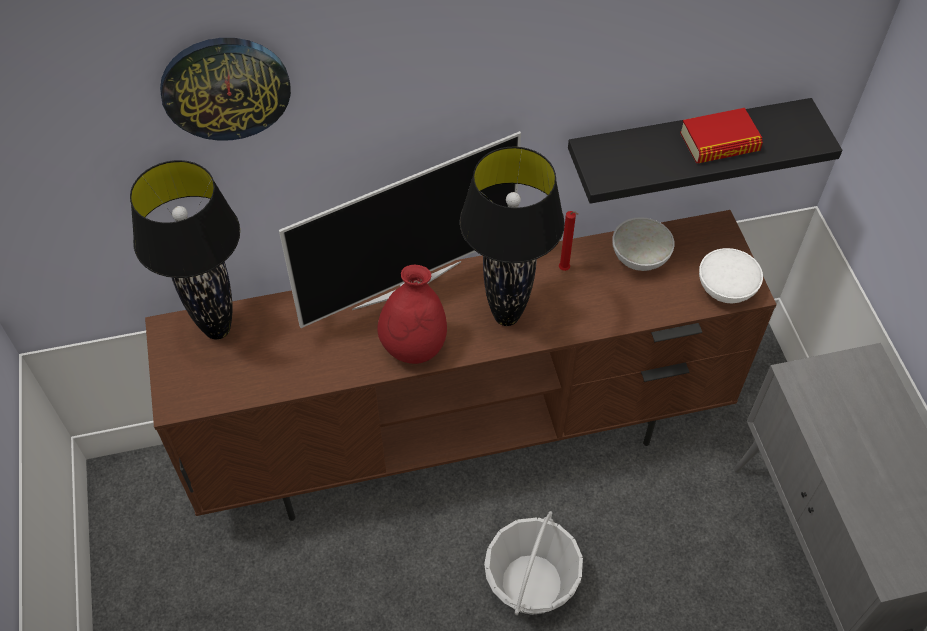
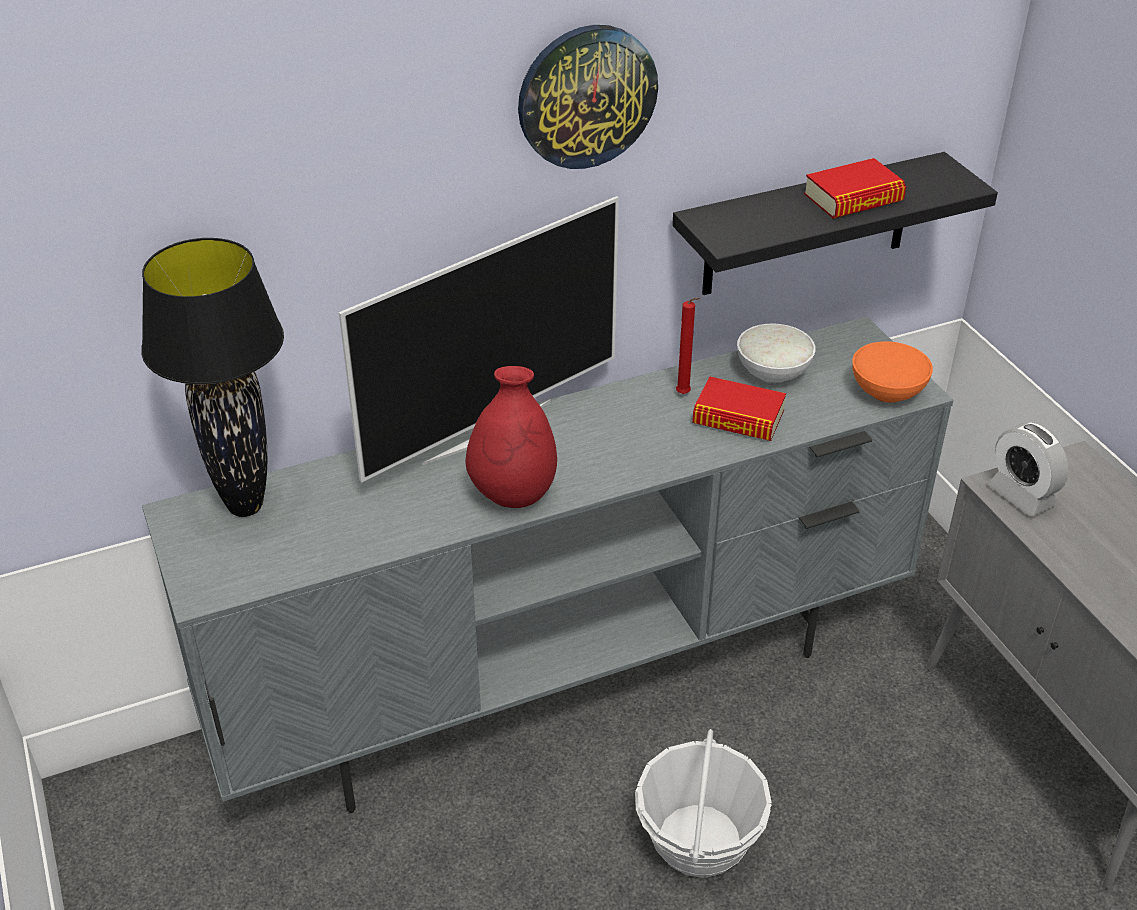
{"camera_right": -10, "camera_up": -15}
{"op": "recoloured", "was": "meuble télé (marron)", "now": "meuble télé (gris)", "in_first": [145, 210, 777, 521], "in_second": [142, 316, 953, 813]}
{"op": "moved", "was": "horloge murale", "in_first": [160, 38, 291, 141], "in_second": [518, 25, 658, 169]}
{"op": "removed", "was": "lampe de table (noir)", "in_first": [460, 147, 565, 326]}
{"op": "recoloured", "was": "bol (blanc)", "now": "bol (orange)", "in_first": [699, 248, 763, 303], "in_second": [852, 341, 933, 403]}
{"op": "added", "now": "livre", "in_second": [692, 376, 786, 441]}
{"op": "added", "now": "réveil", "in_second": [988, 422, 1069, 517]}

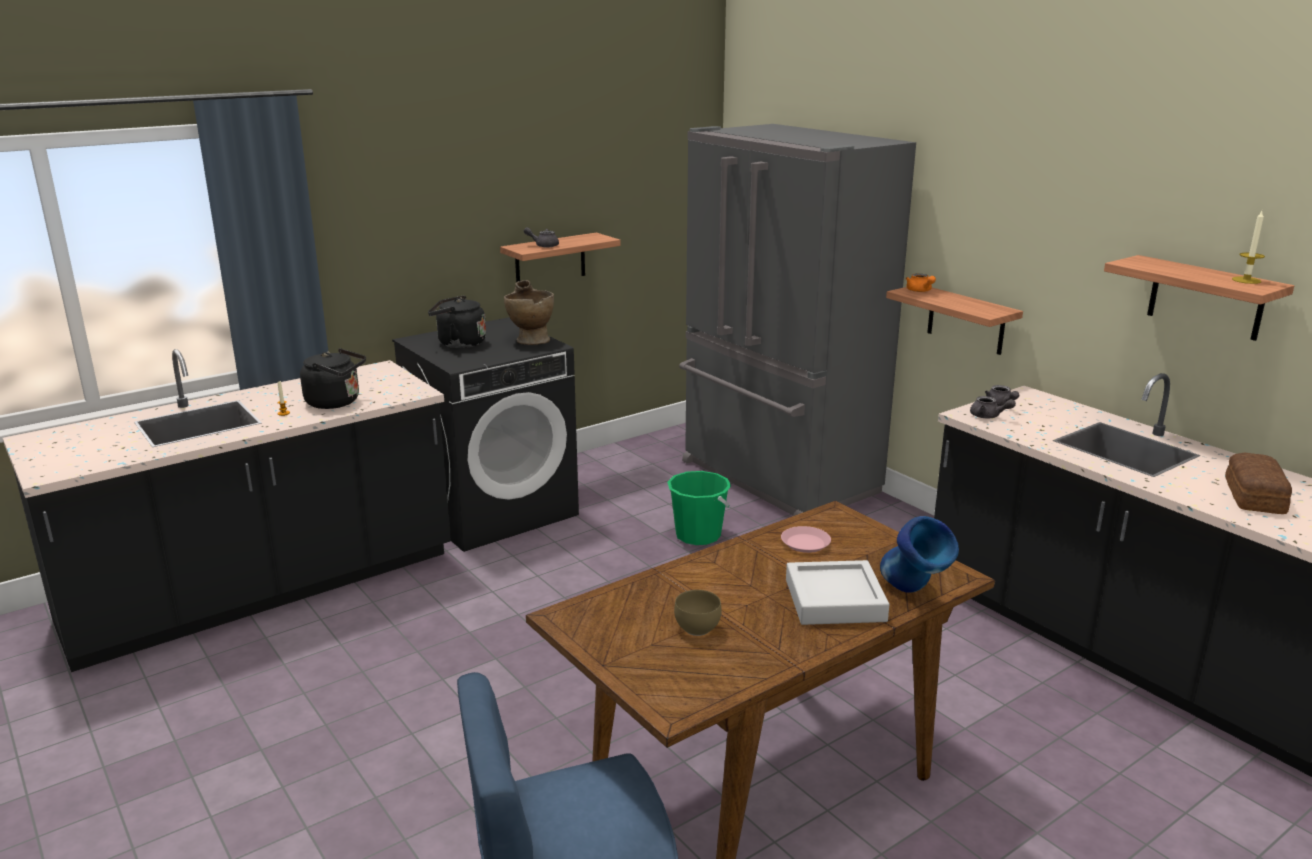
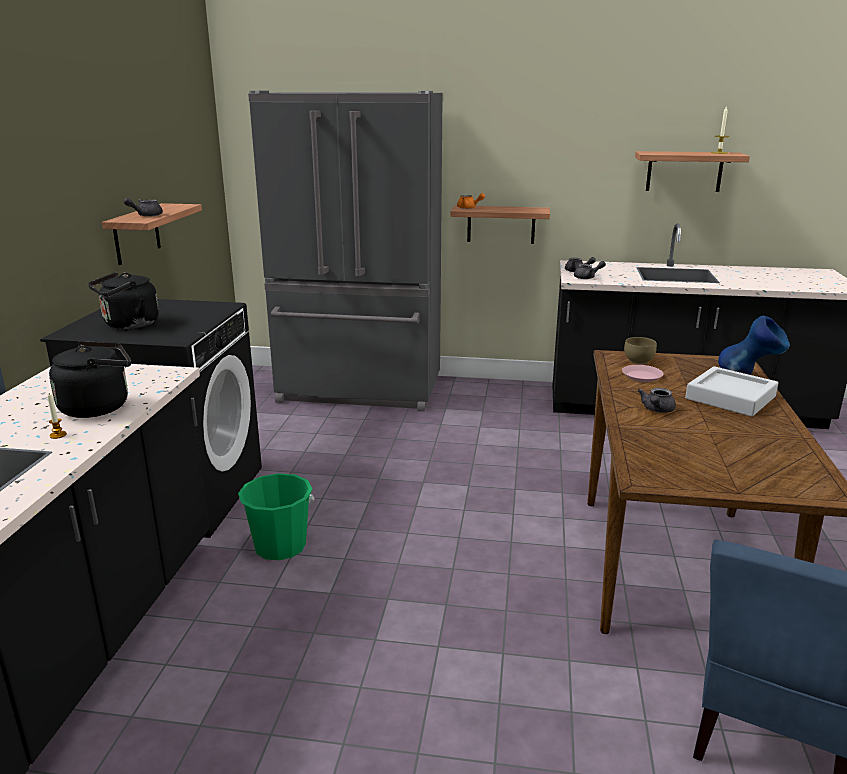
{"camera_right": -45, "camera_up": 0}
{"op": "removed", "was": "vase (beige)", "in_first": [504, 280, 554, 345]}
{"op": "moved", "was": "seau (vert)", "in_first": [667, 471, 731, 545], "in_second": [238, 473, 315, 561]}
{"op": "moved", "was": "bol (marron)", "in_first": [674, 590, 722, 636], "in_second": [624, 337, 657, 364]}
{"op": "removed", "was": "pain", "in_first": [1225, 453, 1292, 514]}
{"op": "added", "now": "théière (gris)", "in_second": [638, 388, 676, 413]}

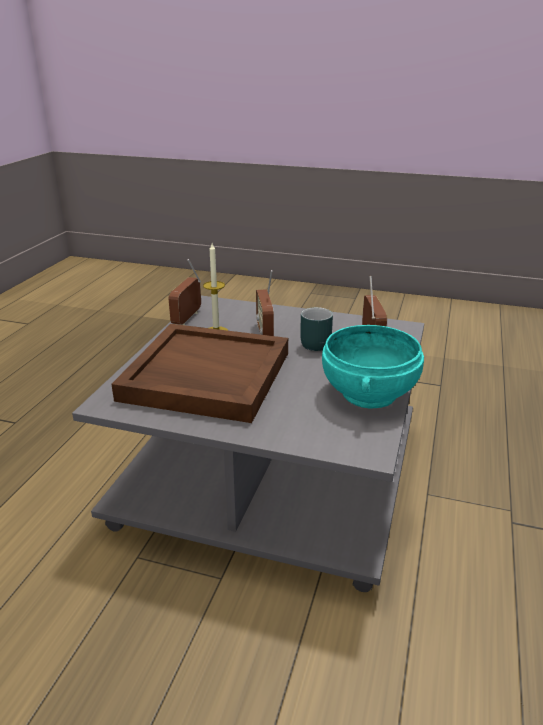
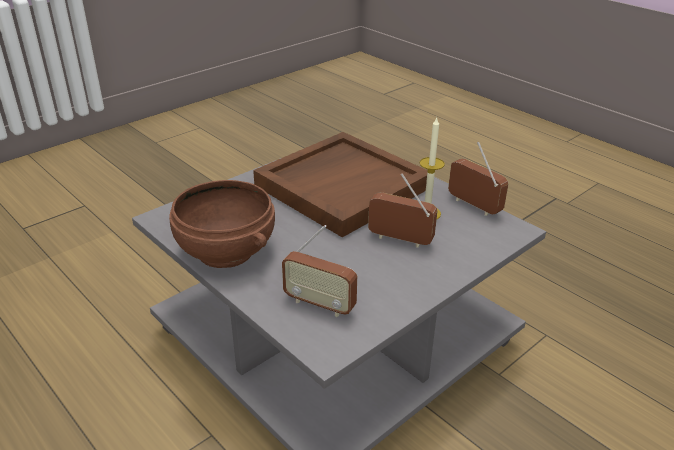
{"camera_right": 120, "camera_up": 5}
{"op": "removed", "was": "mug (turquoise)", "in_first": [300, 307, 333, 351]}
{"op": "recoloured", "was": "bol (turquoise)", "now": "bol (marron)", "in_first": [322, 325, 424, 408], "in_second": [169, 180, 275, 268]}

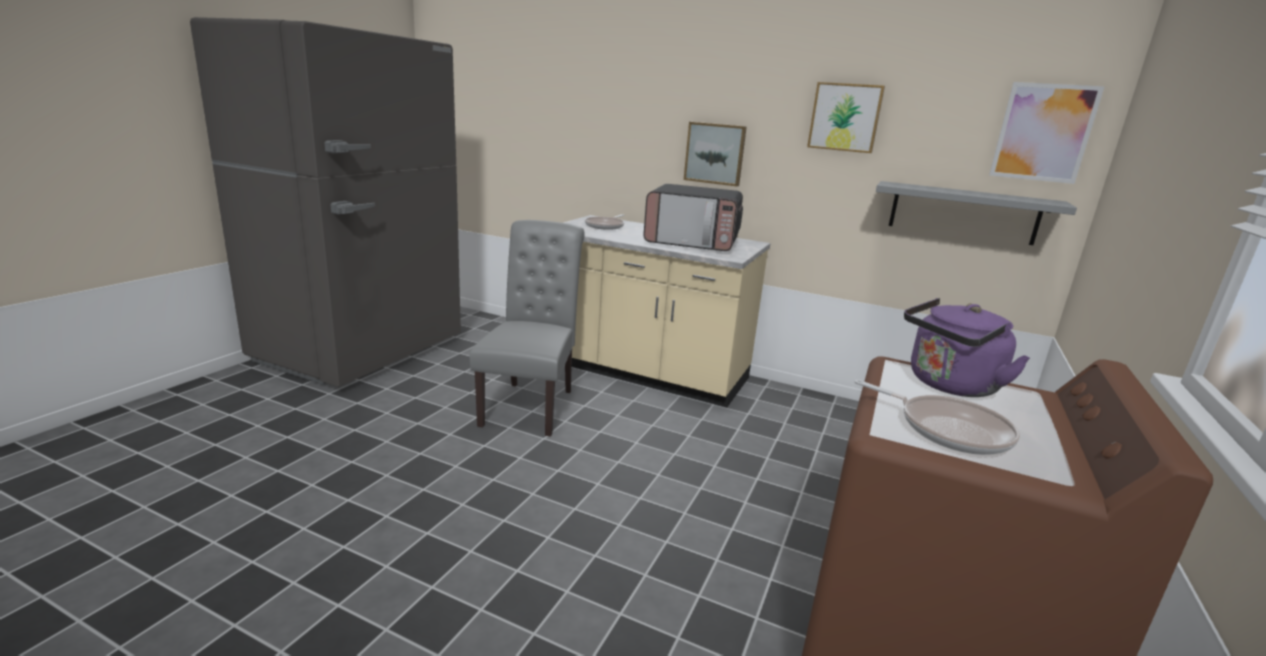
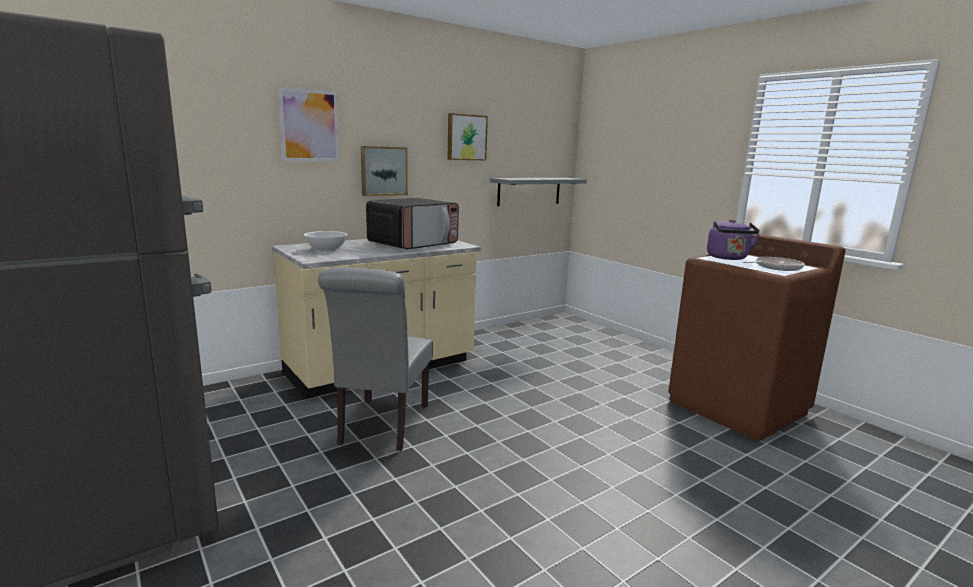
{"camera_right": -60, "camera_up": -5}
{"op": "turned", "was": "chaise (gris)", "in_first": [470, 220, 585, 436], "in_second": [318, 267, 433, 451], "clockwise": -120}
{"op": "replaced", "was": "poêle", "now": "bol (blanc)", "in_first": [585, 214, 625, 230], "in_second": [304, 231, 348, 251]}
{"op": "moved", "was": "tableau", "in_first": [989, 82, 1105, 184], "in_second": [278, 87, 339, 162]}

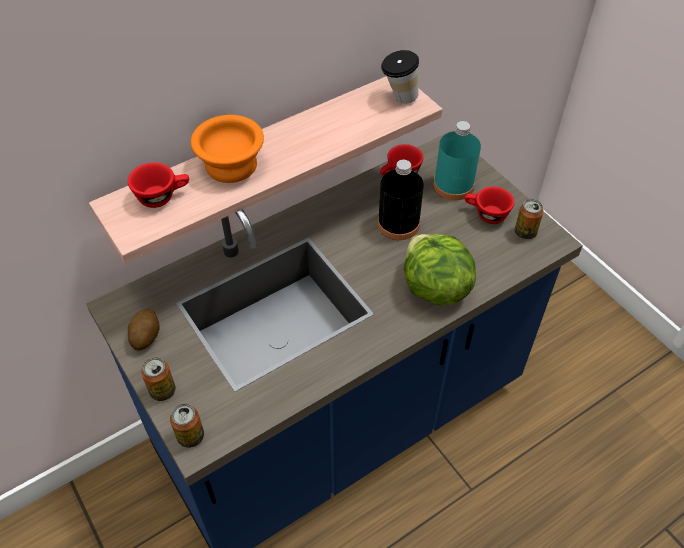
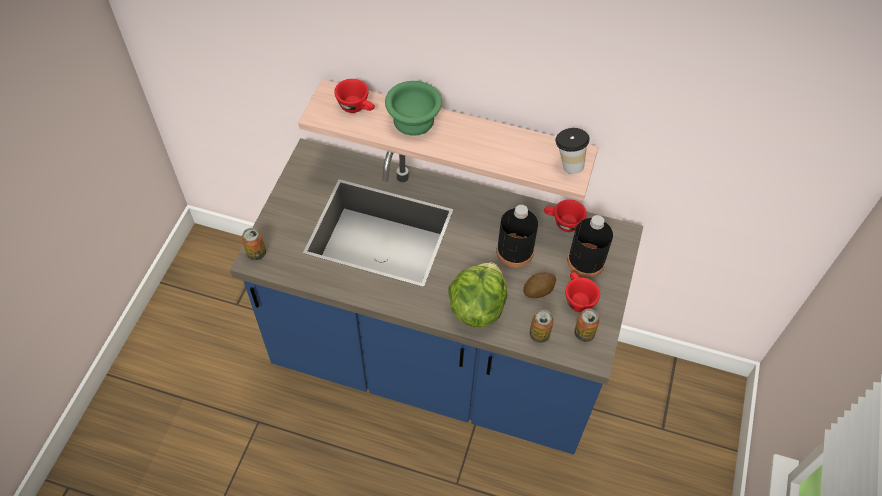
{"camera_right": 50, "camera_up": 5}
{"op": "moved", "was": "pomme de terre", "in_first": [128, 309, 159, 350], "in_second": [524, 272, 556, 298]}
{"op": "moved", "was": "boîte métallique", "in_first": [141, 357, 176, 401], "in_second": [530, 310, 554, 343]}
{"op": "recoloured", "was": "bol (orange)", "now": "bol (vert)", "in_first": [191, 115, 264, 183], "in_second": [385, 81, 442, 136]}
{"op": "recoloured", "was": "bouteille (turquoise)", "now": "bouteille (noir)", "in_first": [433, 121, 481, 201], "in_second": [567, 215, 613, 278]}

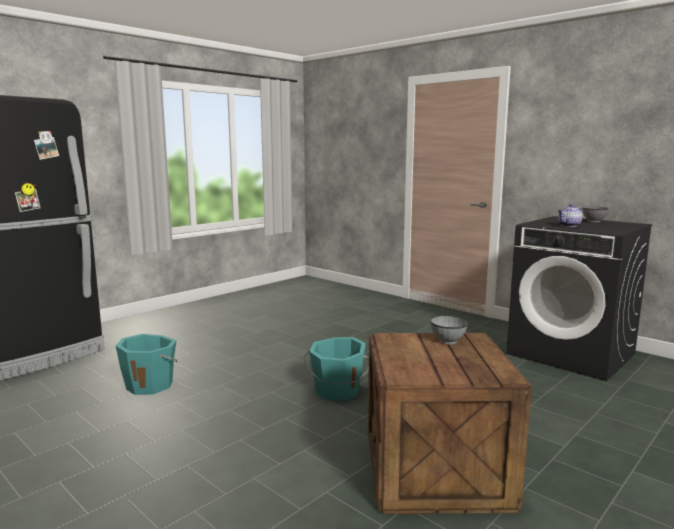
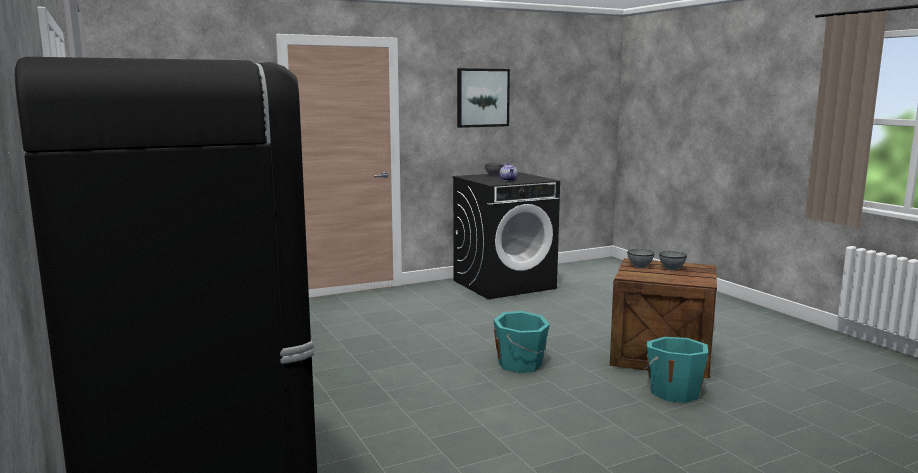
{"camera_right": -70, "camera_up": 0}
{"op": "moved", "was": "seau (turquoise)", "in_first": [116, 334, 177, 395], "in_second": [644, 337, 708, 403]}
{"op": "added", "now": "tableau", "in_second": [457, 68, 510, 128]}
{"op": "added", "now": "bol (gris)", "in_second": [659, 251, 687, 271]}

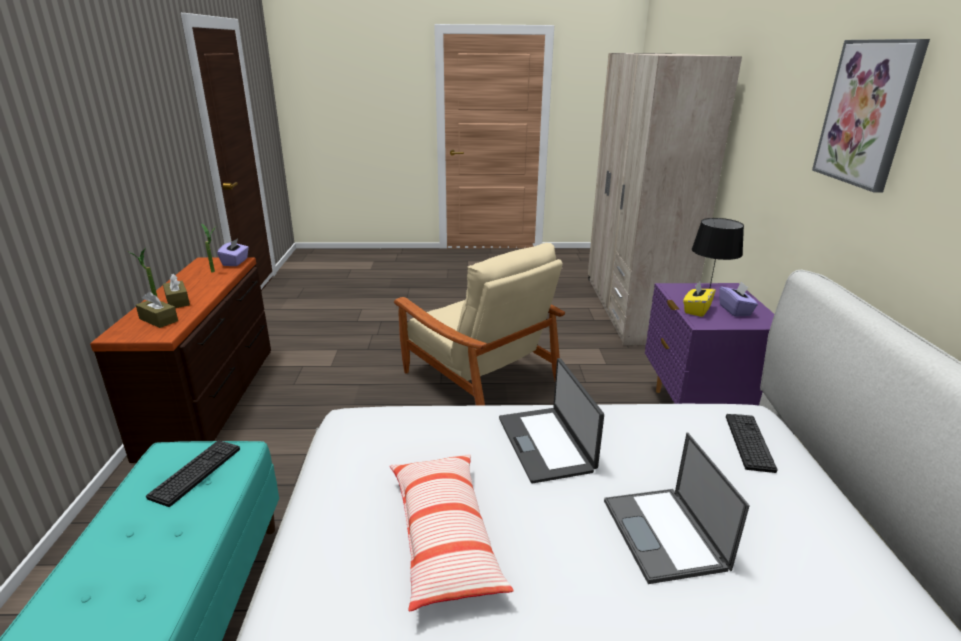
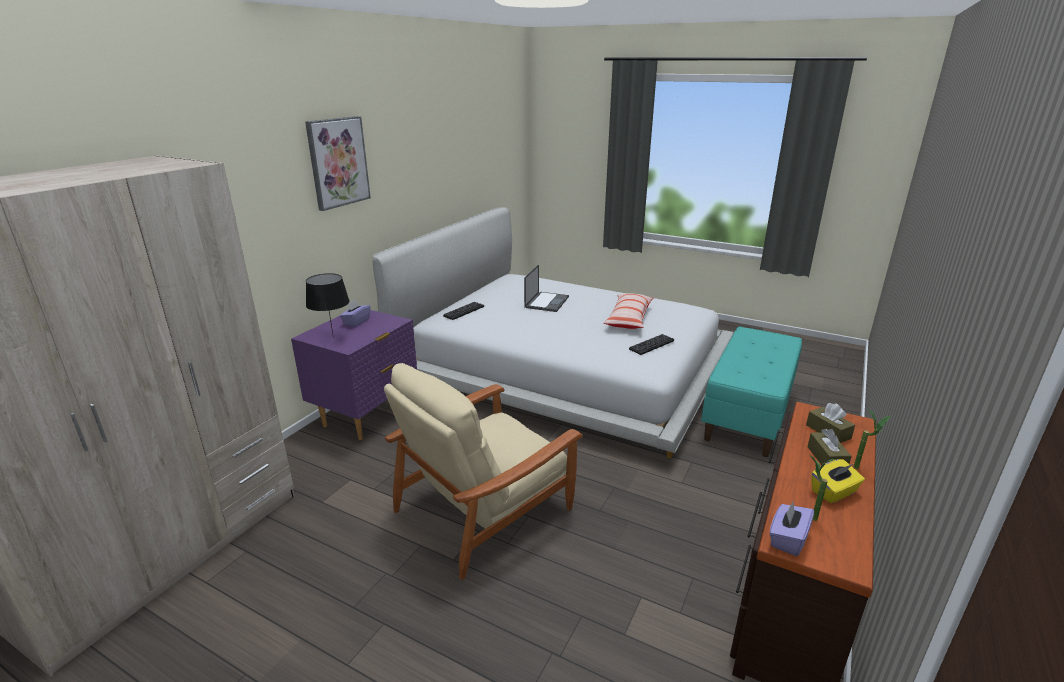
{"camera_right": -150, "camera_up": 0}
{"op": "moved", "was": "clavier", "in_first": [146, 440, 240, 507], "in_second": [629, 334, 674, 355]}
{"op": "turned", "was": "fauteuil (beige)", "in_first": [394, 243, 565, 406], "in_second": [384, 363, 583, 580], "clockwise": -120}
{"op": "removed", "was": "ordinateur portable", "in_first": [499, 358, 604, 484]}
{"op": "moved", "was": "boîte à mouchoirs (jaune)", "in_first": [683, 282, 715, 317], "in_second": [811, 459, 865, 503]}

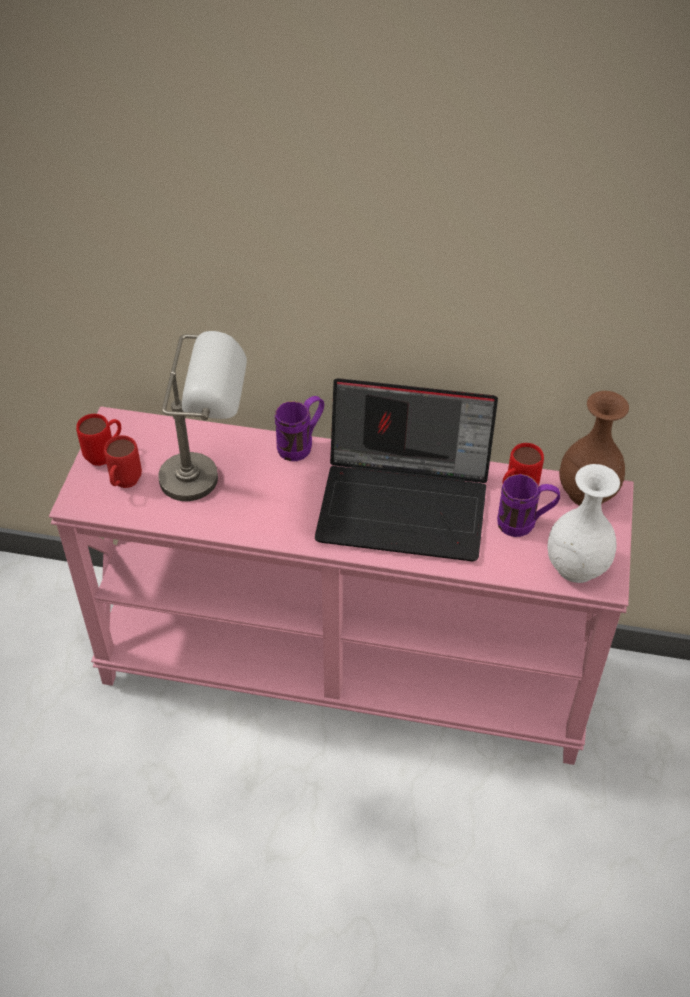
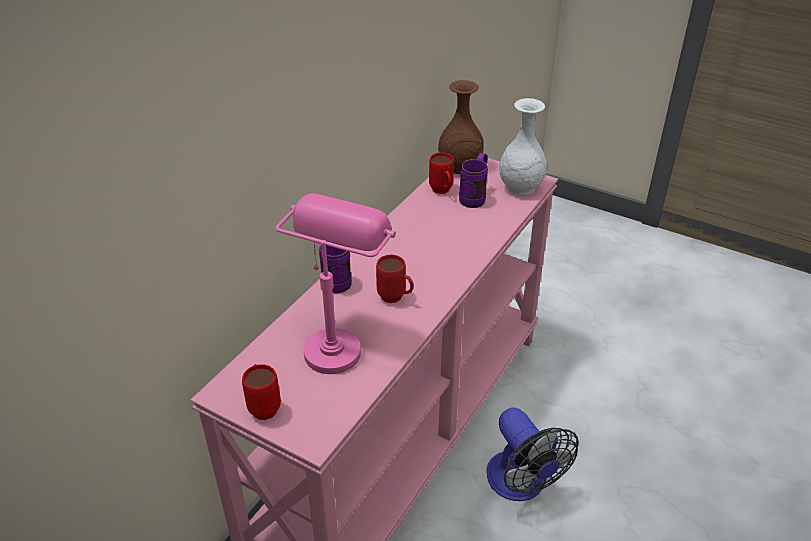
{"camera_right": -70, "camera_up": -10}
{"op": "moved", "was": "mug (rouge)", "in_first": [104, 435, 142, 488], "in_second": [376, 255, 414, 303]}
{"op": "recoloured", "was": "lampe de table (gris)", "now": "lampe de table (rose)", "in_first": [158, 331, 247, 501], "in_second": [275, 193, 396, 374]}
{"op": "removed", "was": "ordinateur portable", "in_first": [315, 378, 498, 561]}
{"op": "added", "now": "ventilateur", "in_second": [486, 407, 579, 501]}

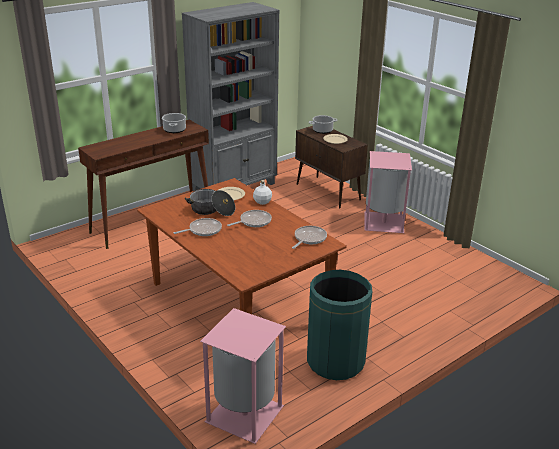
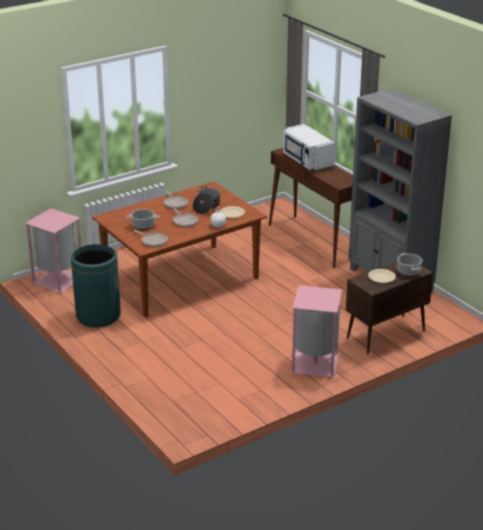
{"camera_right": 95, "camera_up": 0}
{"op": "moved", "was": "marmite", "in_first": [162, 113, 186, 133], "in_second": [126, 209, 160, 230]}
{"op": "added", "now": "micro-ondes (blanc)", "in_second": [283, 124, 335, 171]}

